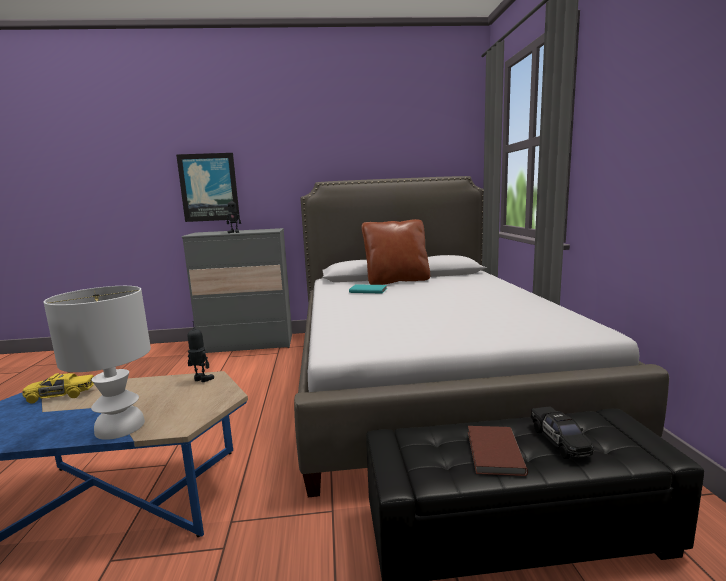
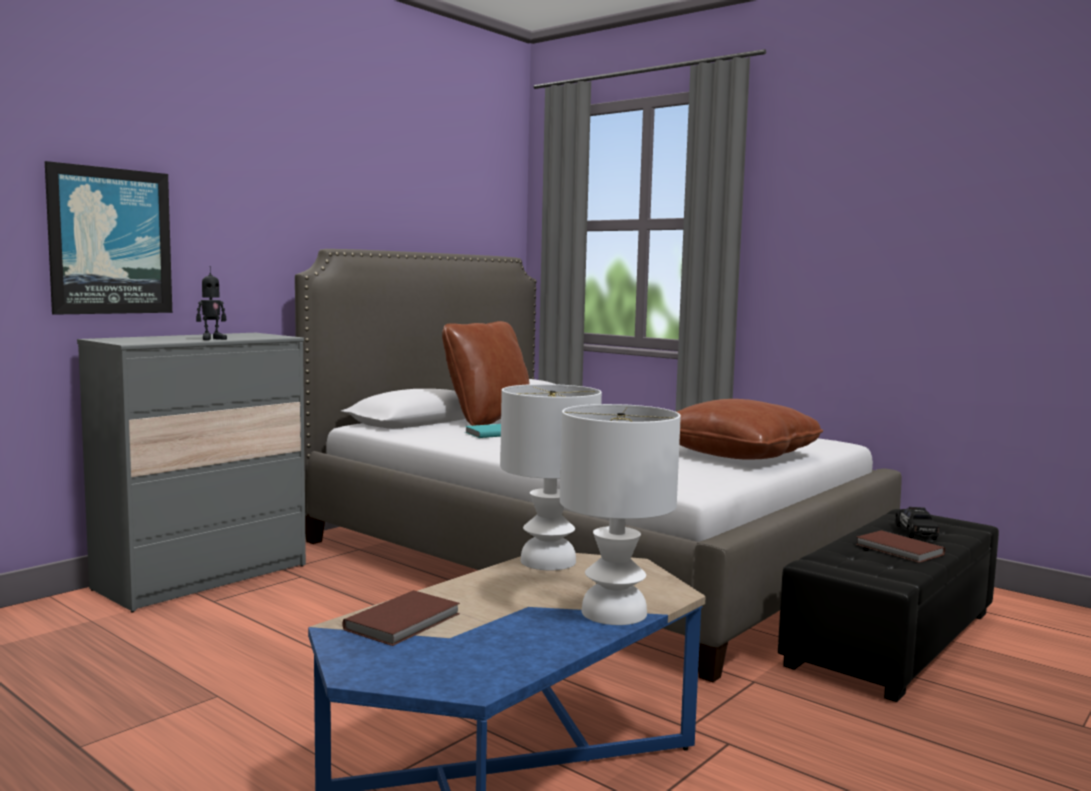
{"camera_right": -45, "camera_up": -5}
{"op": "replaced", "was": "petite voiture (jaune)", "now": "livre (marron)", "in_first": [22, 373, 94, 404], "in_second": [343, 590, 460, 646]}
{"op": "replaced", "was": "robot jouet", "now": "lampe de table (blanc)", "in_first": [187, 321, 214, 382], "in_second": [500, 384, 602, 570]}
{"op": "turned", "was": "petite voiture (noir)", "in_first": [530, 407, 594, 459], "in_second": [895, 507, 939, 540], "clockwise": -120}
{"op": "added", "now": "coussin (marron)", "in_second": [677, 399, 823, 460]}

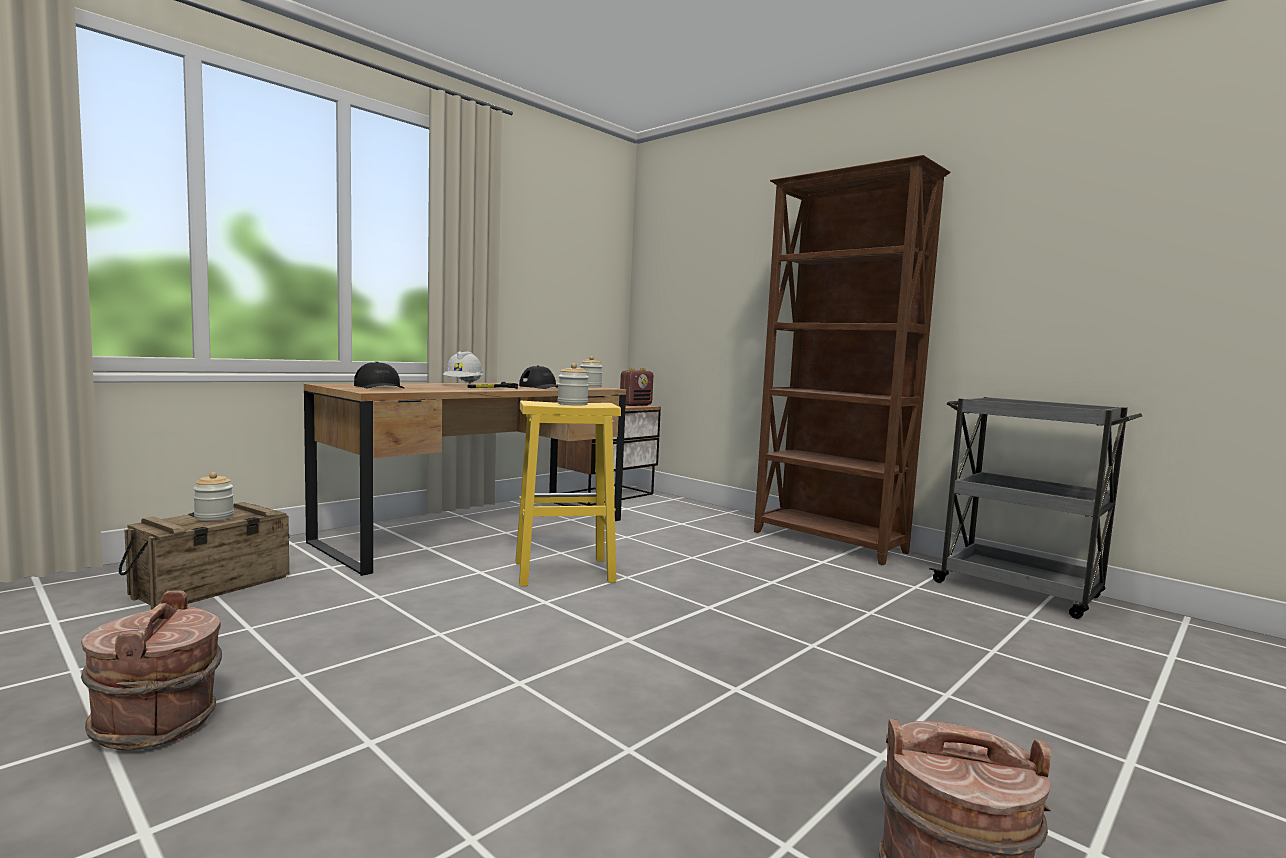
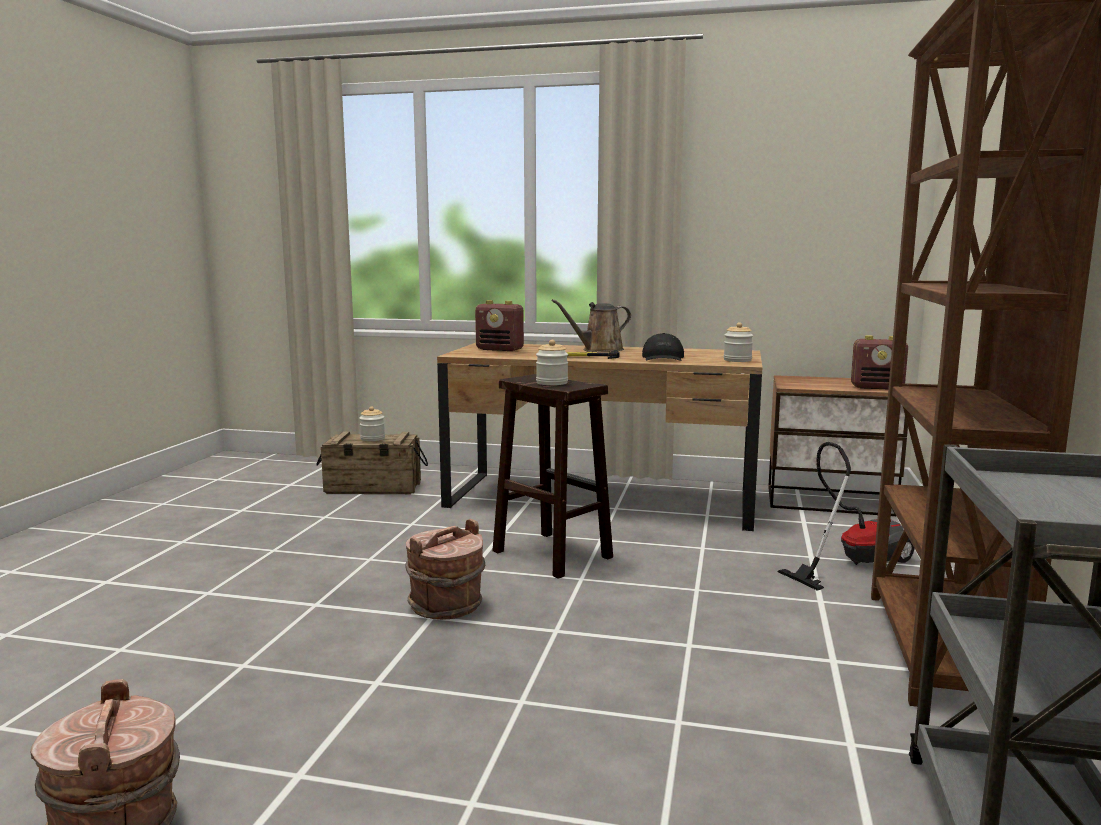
{"camera_right": 60, "camera_up": 5}
{"op": "moved", "was": "seau (marron)", "in_first": [81, 590, 222, 751], "in_second": [405, 519, 485, 620]}
{"op": "replaced", "was": "casquette (noir)", "now": "radio", "in_first": [354, 362, 404, 388], "in_second": [475, 300, 524, 351]}
{"op": "replaced", "was": "casque de chantier (blanc)", "now": "arrosoir (marron)", "in_first": [443, 351, 484, 384], "in_second": [552, 299, 631, 352]}
{"op": "recoloured", "was": "tabouret (jaune)", "now": "tabouret (marron)", "in_first": [515, 401, 621, 586], "in_second": [492, 374, 613, 579]}
{"op": "added", "now": "aspirateur", "in_second": [778, 442, 915, 591]}

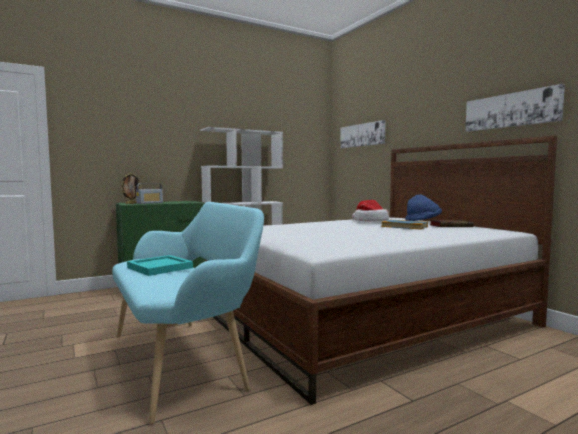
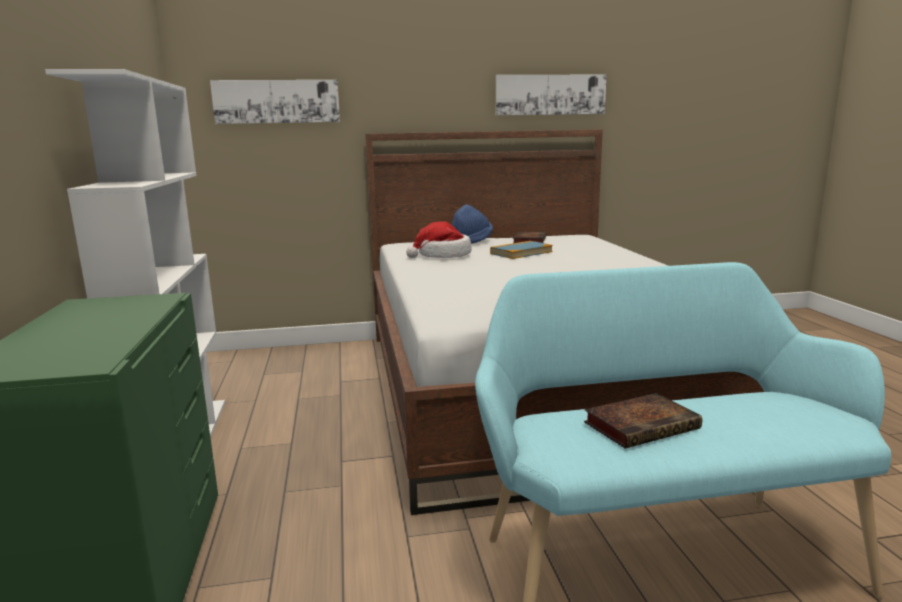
{"camera_right": -70, "camera_up": 10}
{"op": "removed", "was": "cadre photo", "in_first": [121, 173, 142, 204]}
{"op": "replaced", "was": "plateau (turquoise)", "now": "livre", "in_first": [127, 255, 193, 276], "in_second": [584, 393, 702, 449]}
{"op": "removed", "was": "radio", "in_first": [136, 183, 163, 204]}

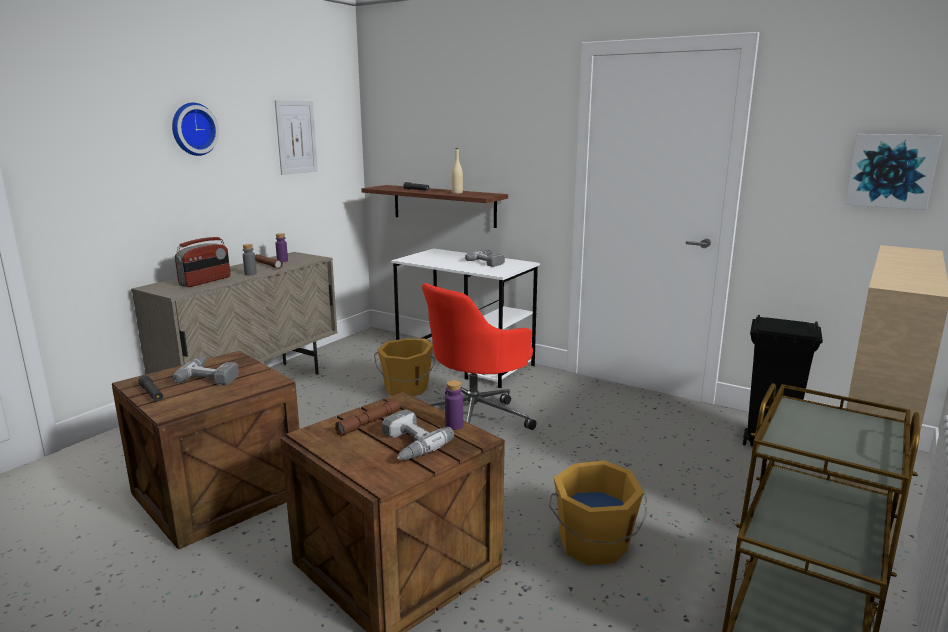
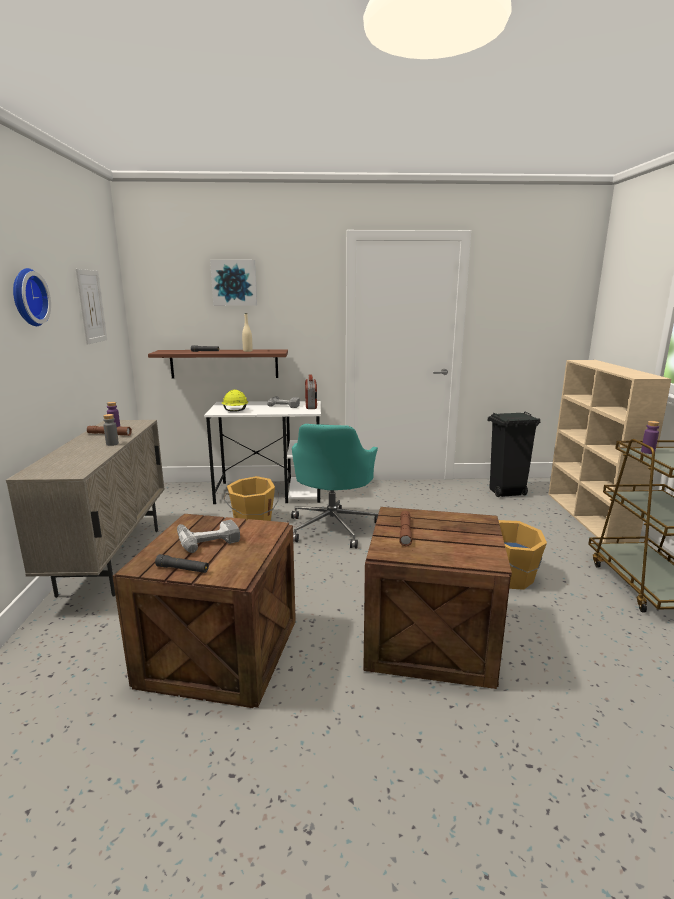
{"camera_right": -35, "camera_up": 0}
{"op": "moved", "was": "radio", "in_first": [175, 237, 230, 287], "in_second": [305, 374, 317, 409]}
{"op": "removed", "was": "perceuse", "in_first": [382, 409, 454, 460]}
{"op": "recoloured", "was": "chaise de bureau (rouge)", "now": "chaise de bureau (turquoise)", "in_first": [422, 283, 536, 430], "in_second": [291, 424, 378, 548]}
{"op": "moved", "was": "bouteille (violet)", "in_first": [445, 380, 463, 430], "in_second": [641, 421, 659, 454]}
{"op": "moved", "was": "tableau", "in_first": [845, 134, 942, 210], "in_second": [210, 260, 257, 306]}
{"op": "added", "now": "casque de chantier (jaune)", "in_second": [222, 390, 248, 412]}

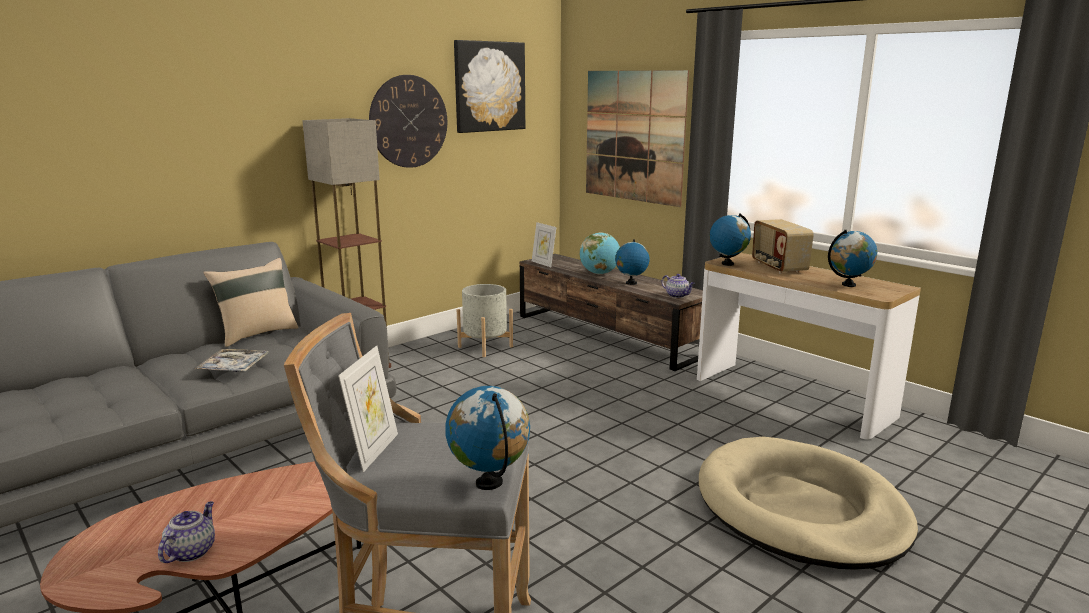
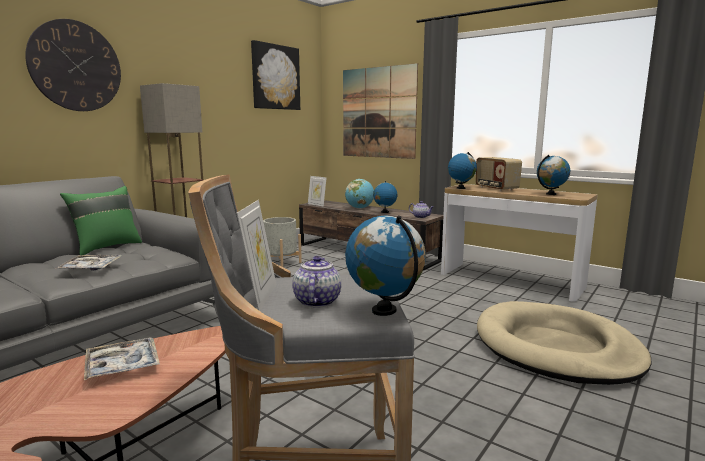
{"camera_right": -10, "camera_up": -5}
{"op": "moved", "was": "théière", "in_first": [158, 501, 215, 563], "in_second": [292, 256, 341, 307]}
{"op": "recoloured", "was": "coussin (beige)", "now": "coussin (vert)", "in_first": [203, 258, 298, 347], "in_second": [60, 186, 142, 255]}
{"op": "moved", "was": "horloge murale", "in_first": [369, 75, 447, 168], "in_second": [25, 19, 121, 111]}
{"op": "added", "now": "plateau", "in_second": [84, 337, 160, 380]}

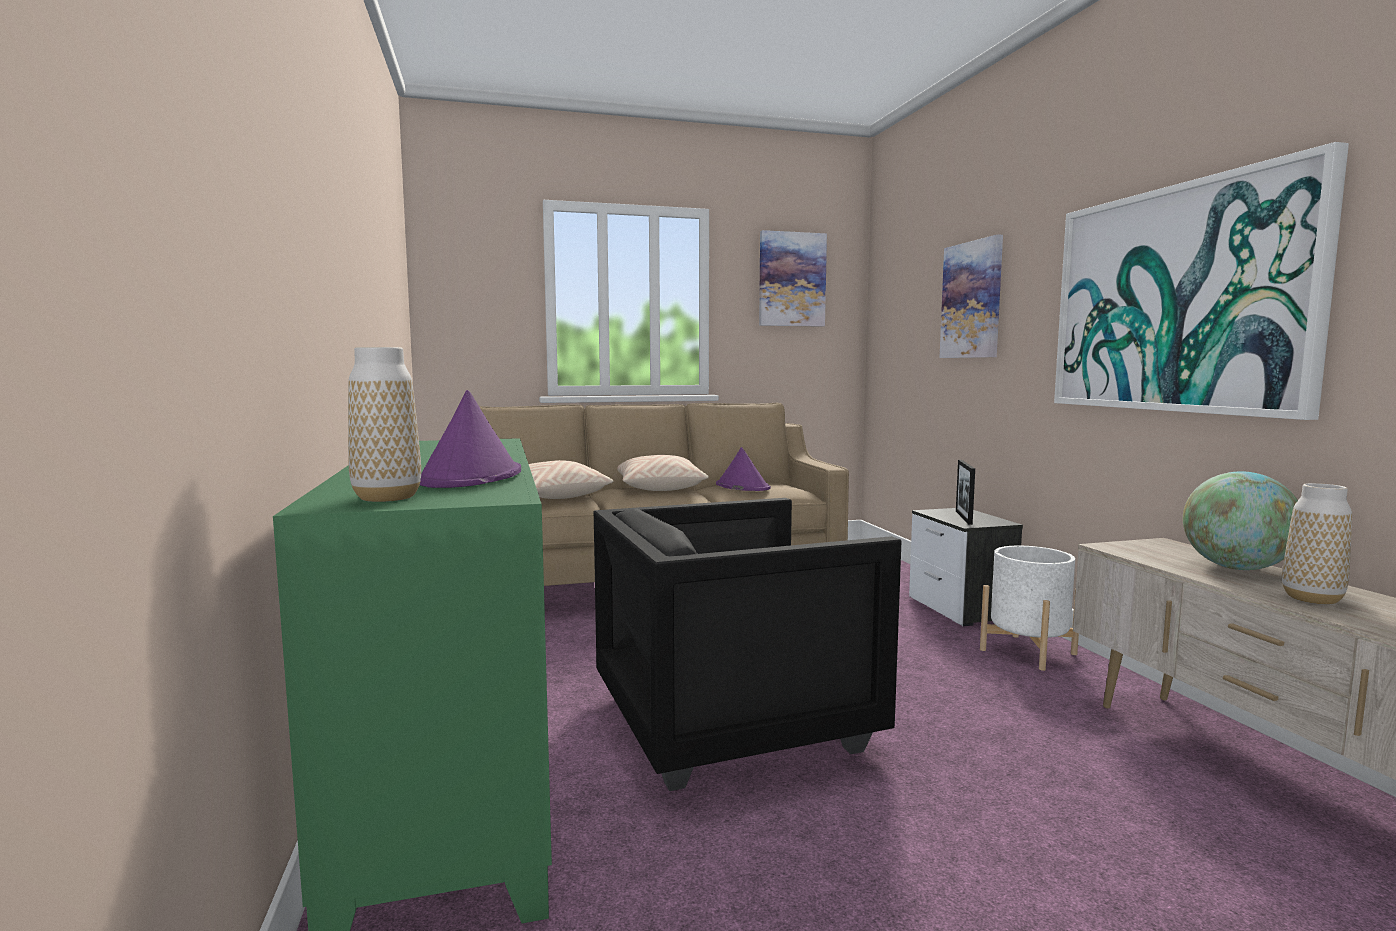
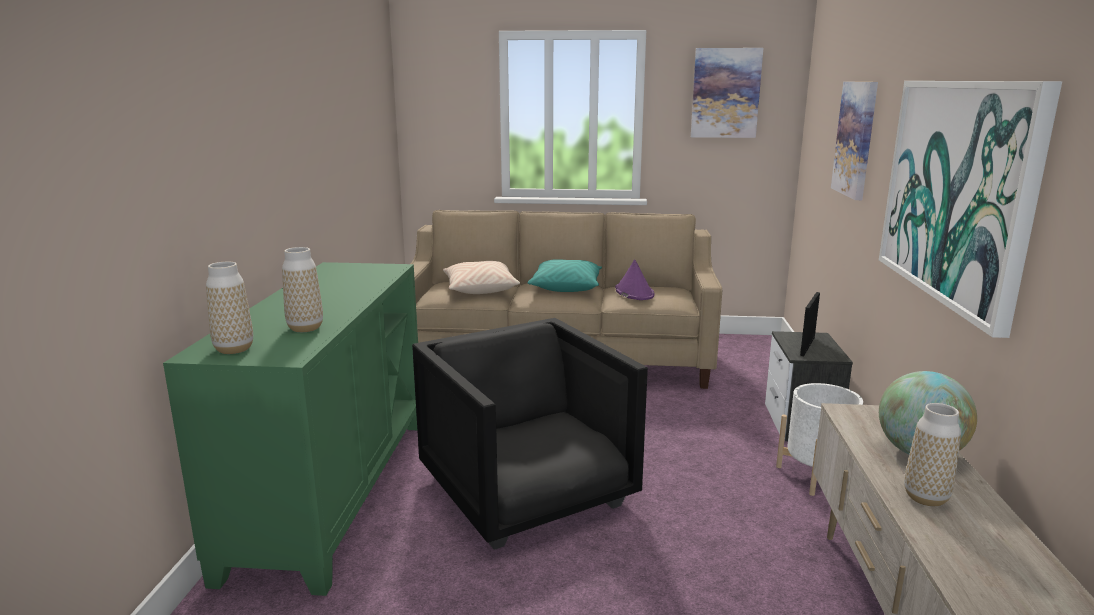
{"camera_right": 20, "camera_up": 10}
{"op": "replaced", "was": "chapeau (violet)", "now": "vase", "in_first": [420, 390, 521, 488], "in_second": [282, 247, 323, 332]}
{"op": "turned", "was": "fauteuil (noir)", "in_first": [594, 498, 902, 791], "in_second": [412, 318, 648, 550], "clockwise": 60}
{"op": "recoloured", "was": "coussin (beige)", "now": "coussin (turquoise)", "in_first": [617, 455, 709, 491], "in_second": [527, 259, 602, 292]}

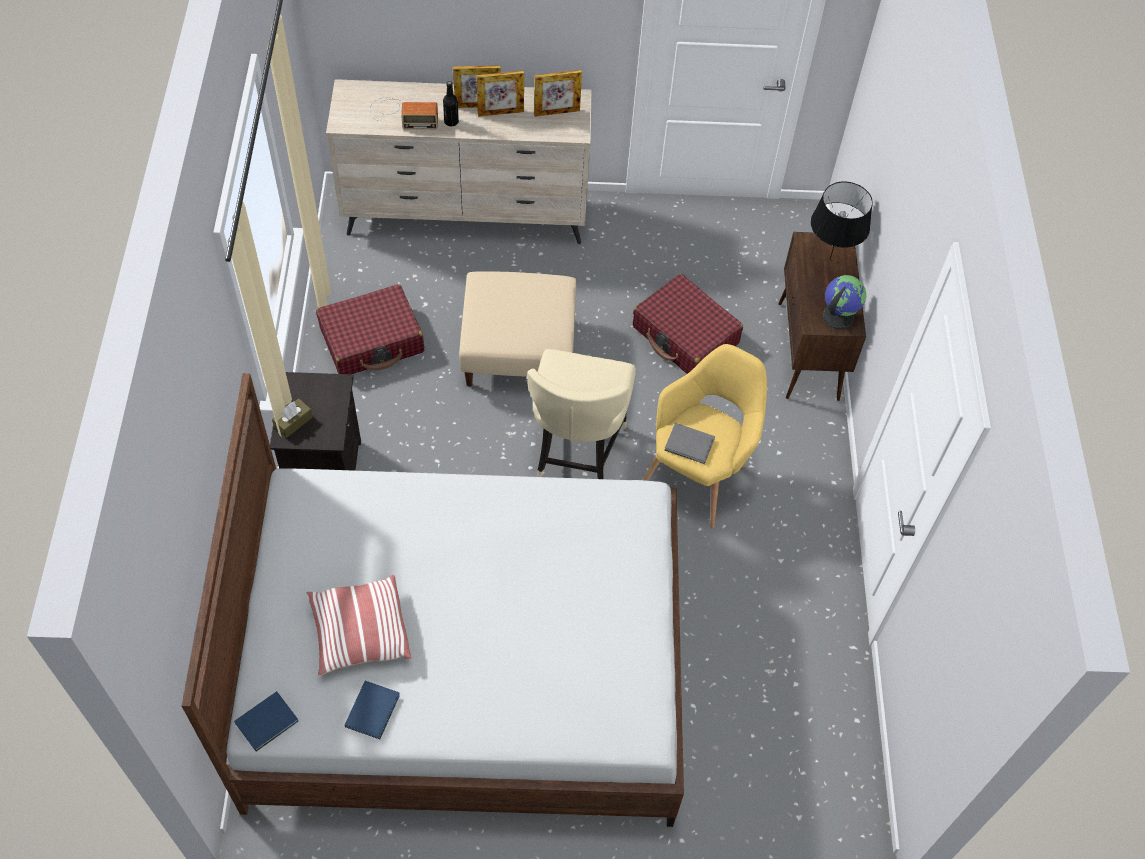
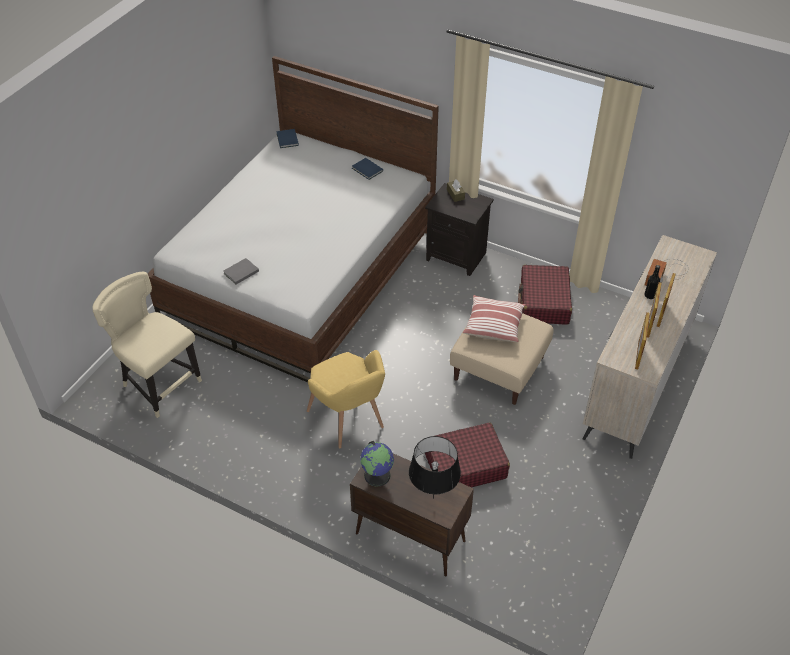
{"camera_right": 120, "camera_up": -10}
{"op": "moved", "was": "coussin", "in_first": [307, 575, 411, 676], "in_second": [463, 295, 526, 342]}
{"op": "moved", "was": "livre (bleu)", "in_first": [345, 681, 400, 739], "in_second": [352, 158, 383, 180]}
{"op": "moved", "was": "chaise (beige)", "in_first": [527, 349, 636, 479], "in_second": [92, 272, 202, 418]}
{"op": "moved", "was": "livre (gris)", "in_first": [664, 423, 715, 464], "in_second": [223, 258, 259, 284]}

